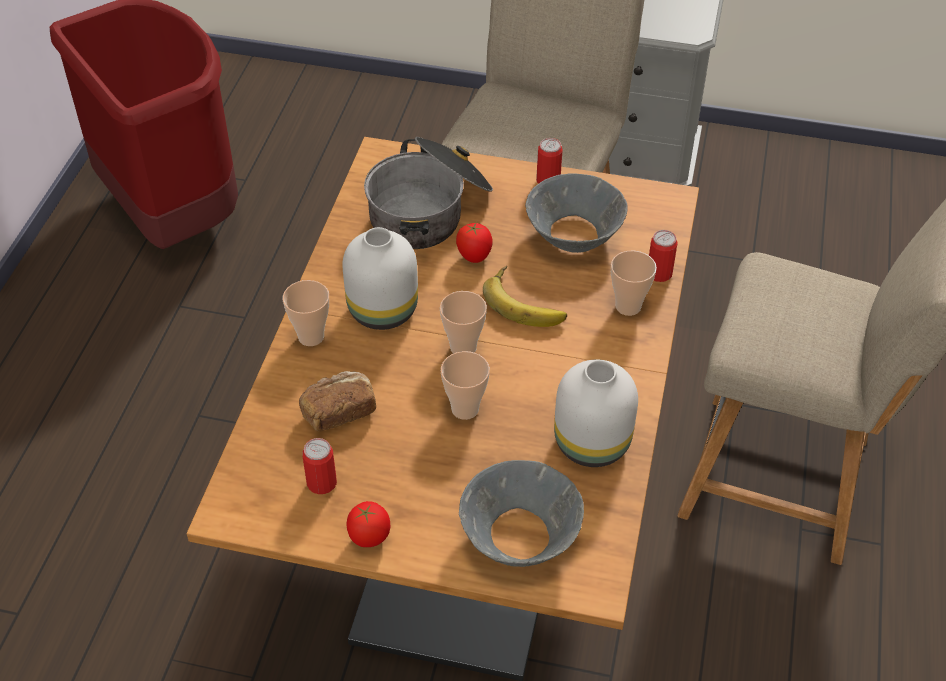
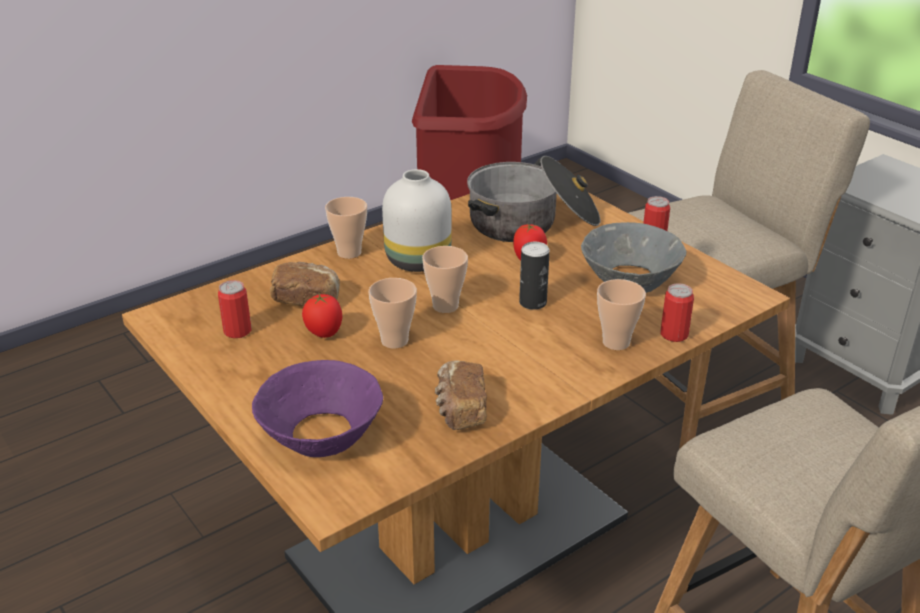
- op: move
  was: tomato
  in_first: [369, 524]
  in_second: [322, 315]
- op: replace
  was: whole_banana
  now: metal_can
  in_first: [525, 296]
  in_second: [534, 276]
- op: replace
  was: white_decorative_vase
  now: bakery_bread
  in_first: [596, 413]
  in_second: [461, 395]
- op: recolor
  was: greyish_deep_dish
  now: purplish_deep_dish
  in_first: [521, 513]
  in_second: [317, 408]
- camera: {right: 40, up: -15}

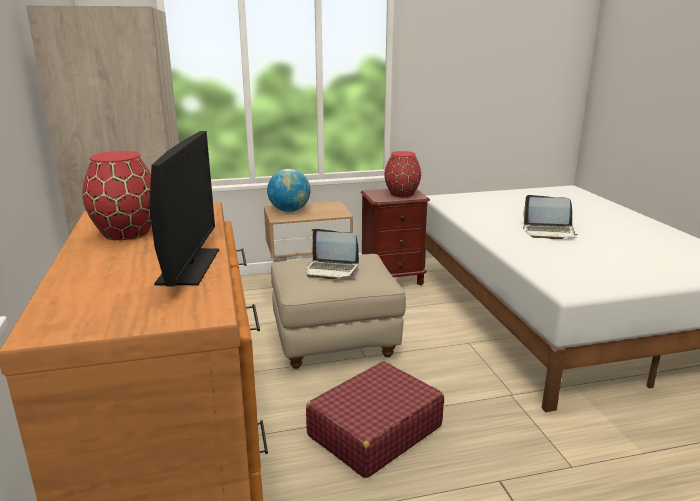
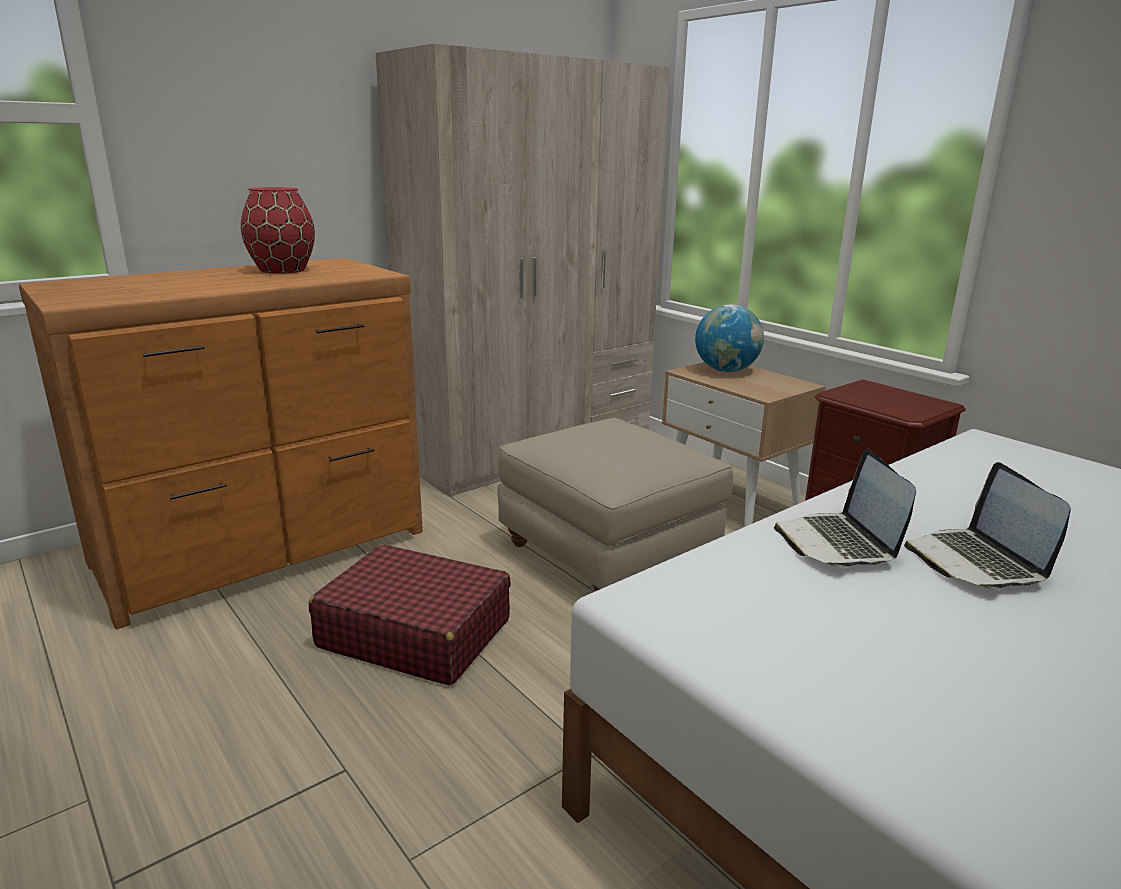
- op: delete
  was: monitor
  in_first: [184, 209]
- op: delete
  was: reddish_decorative_vase
  in_first: [402, 174]
- op: move
  was: notebook_computer
  in_first: [333, 254]
  in_second: [845, 508]
- camera: {right: 65, up: 0}

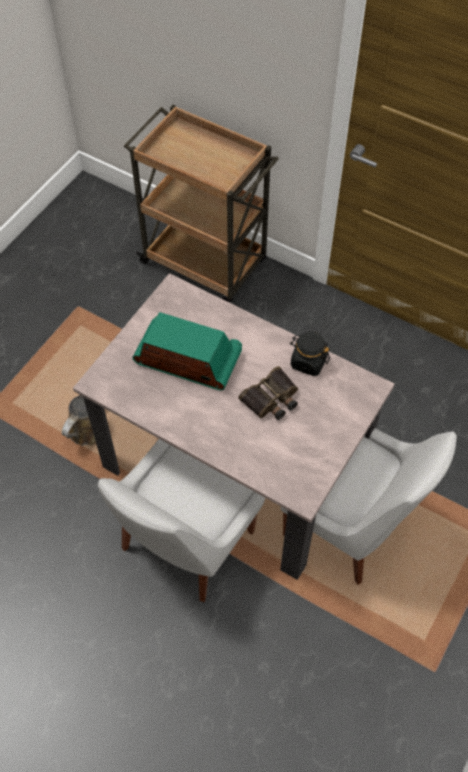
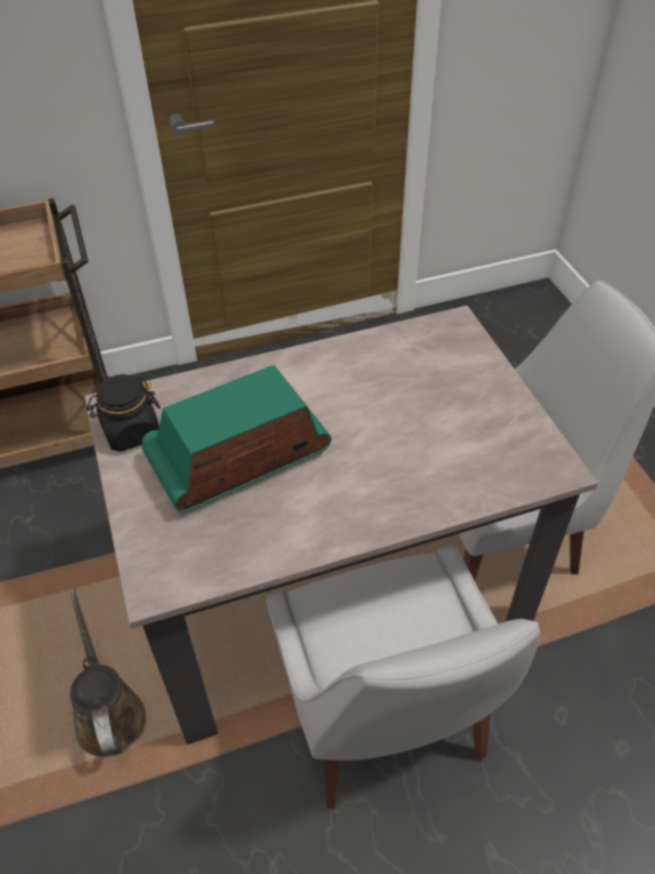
- op: delete
  was: binoculars
  in_first: [268, 393]
- op: move
  was: blackish_preserve_jar
  in_first: [310, 353]
  in_second: [123, 413]
- camera: {right: -50, up: -10}

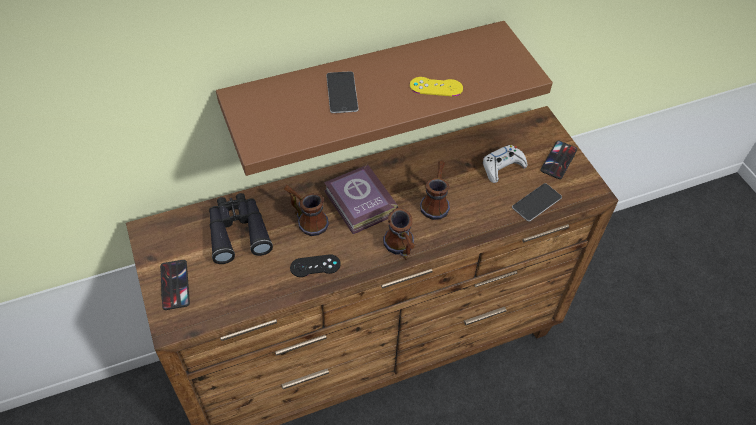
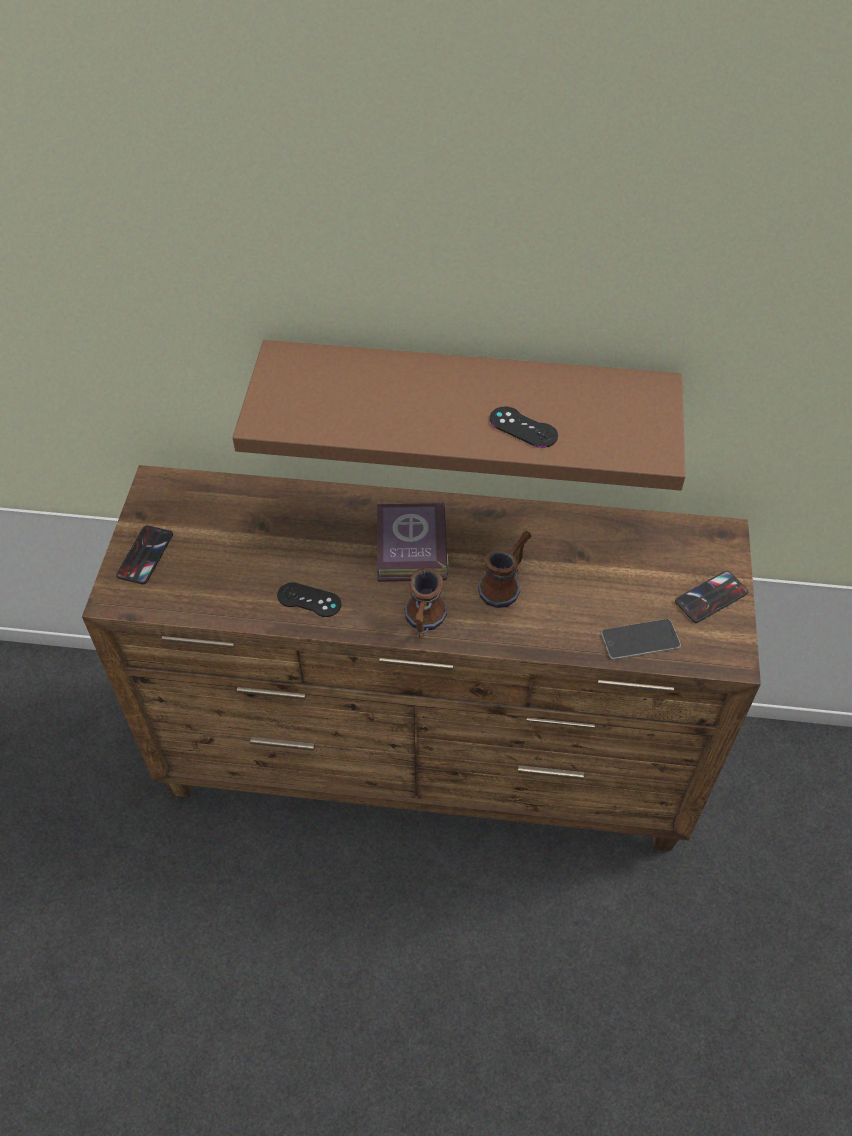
- op: delete
  was: blackish_binoculars
  in_first: [241, 228]
- op: delete
  was: coffee_mug
  in_first: [306, 210]
- op: delete
  was: telephone
  in_first: [342, 92]
- op: delete
  was: white_game_controller
  in_first: [504, 164]
- op: recolor
  was: yellow_game_controller
  now: blackish_game_controller
  in_first: [436, 86]
  in_second: [524, 427]
- camera: {right: 30, up: 0}

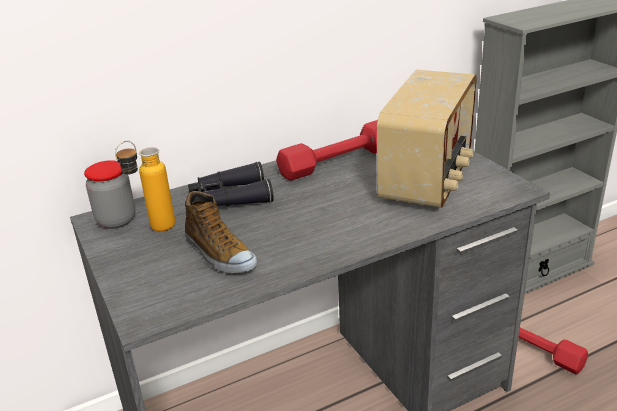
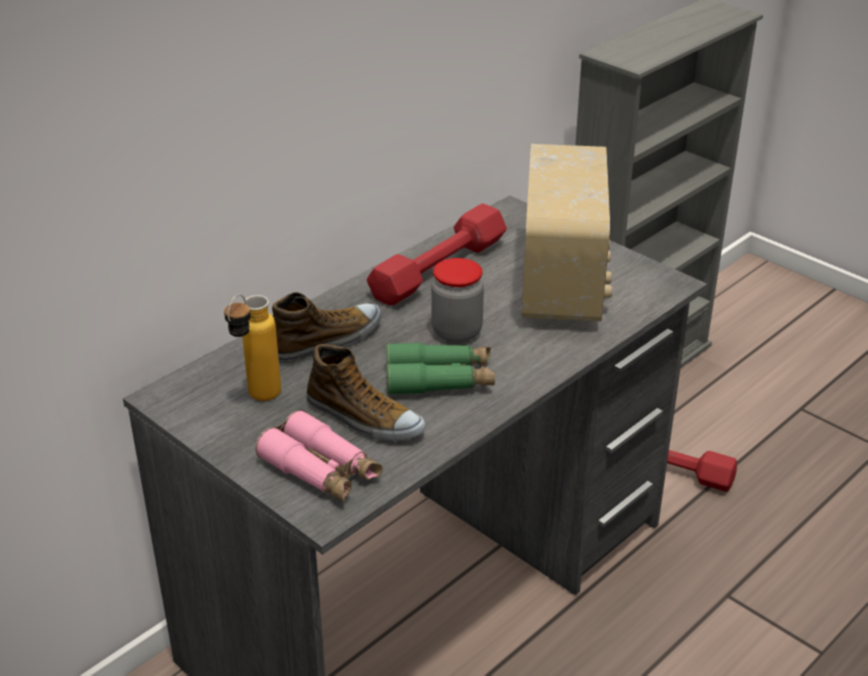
- op: insert
  now: pinkish_binoculars
  in_second: [319, 456]
- op: insert
  now: greenish_binoculars
  in_second: [440, 369]
- op: move
  was: preserve_jar
  in_first: [109, 194]
  in_second: [457, 300]
- op: replace
  was: blackish_binoculars
  now: item_of_footwear
  in_first: [231, 184]
  in_second: [327, 328]
- camera: {right: -20, up: 5}

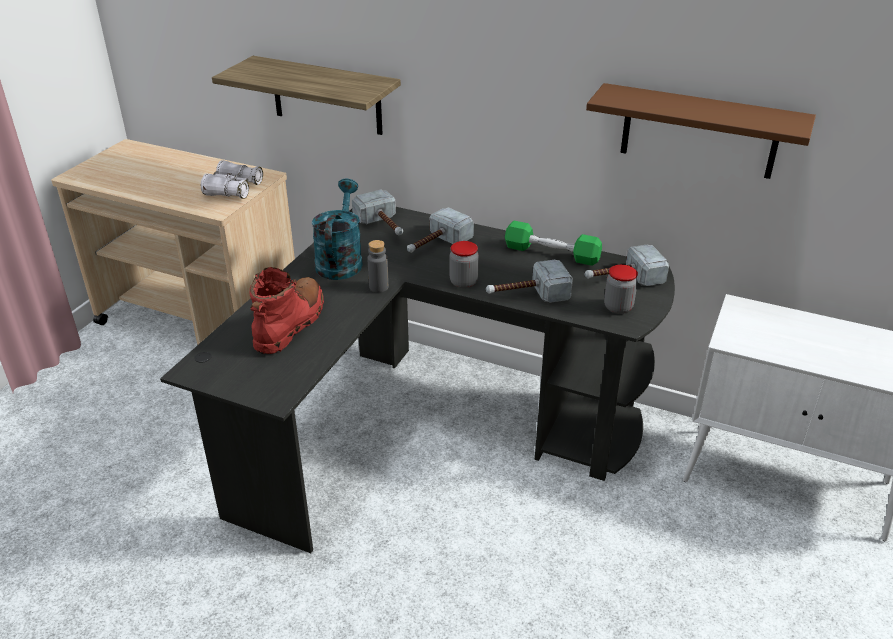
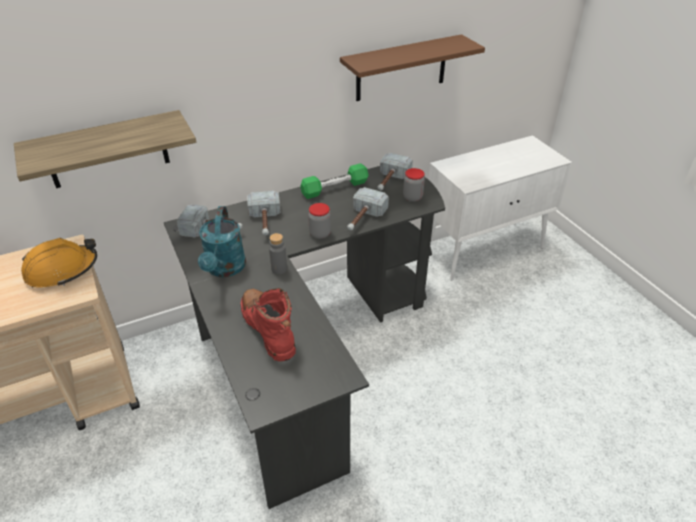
- op: replace
  was: white_binoculars
  now: orangey_safety_helmet
  in_first: [232, 179]
  in_second: [59, 263]
- op: rotate
  was: turquoise_watering_pot
  in_first: [337, 229]
  in_second: [222, 241]
  clockwise: -135
- camera: {right: -50, up: 5}

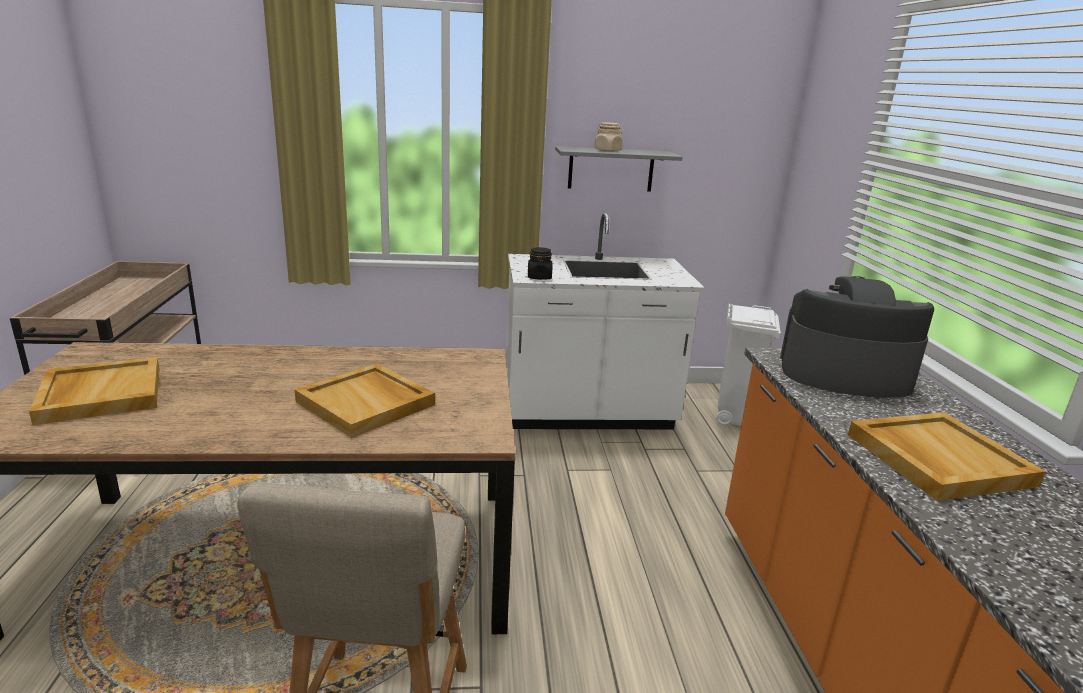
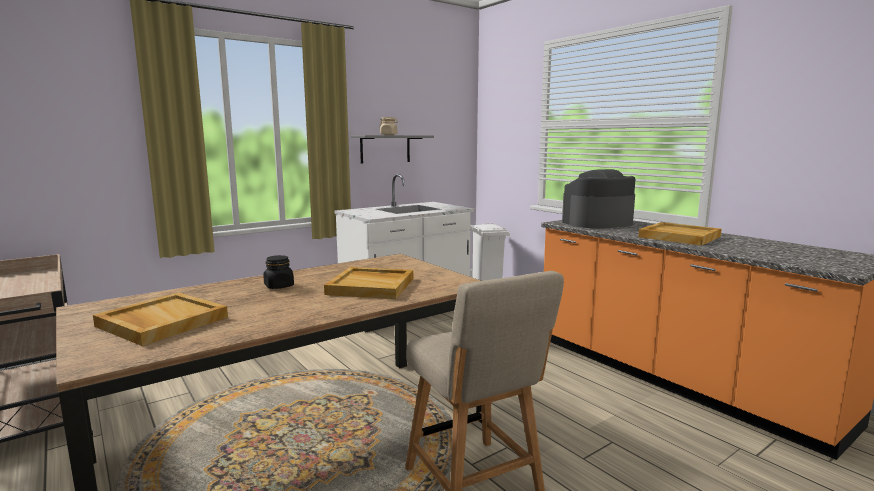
- op: move
  was: blackish_preserve_jar
  in_first: [540, 263]
  in_second: [279, 272]
- camera: {right: -30, up: -10}

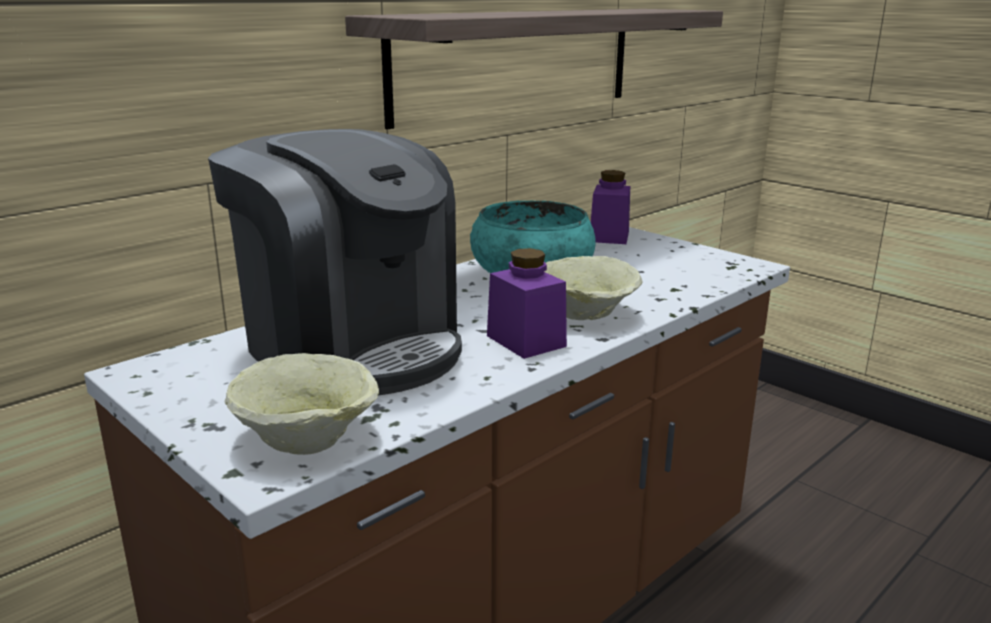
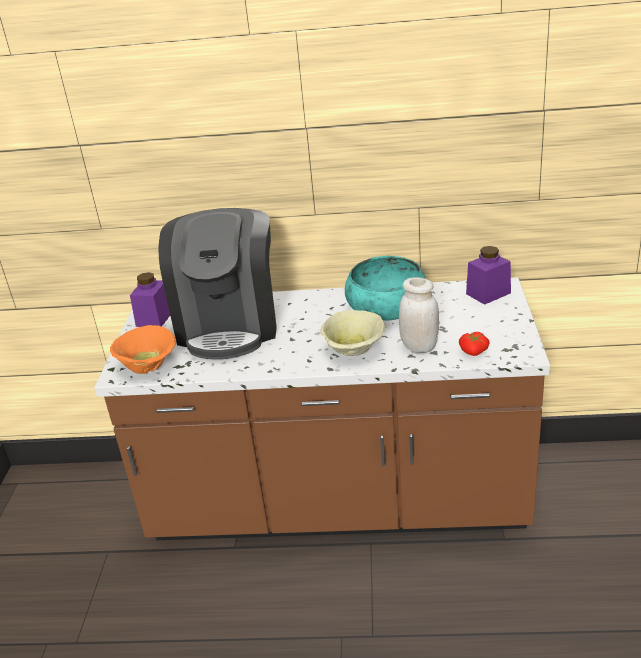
- op: delete
  was: wall_shelf
  in_first: [534, 69]
- op: insert
  now: white_preserve_jar
  in_second: [419, 315]
- op: insert
  now: tomato
  in_second: [474, 344]
- op: move
  was: purplish_preserve_jar
  in_first: [527, 303]
  in_second: [150, 299]
- op: recolor
  was: beige_deep_dish
  now: orangey_deep_dish
  in_first: [301, 404]
  in_second: [143, 349]
- camera: {right: 50, up: 10}

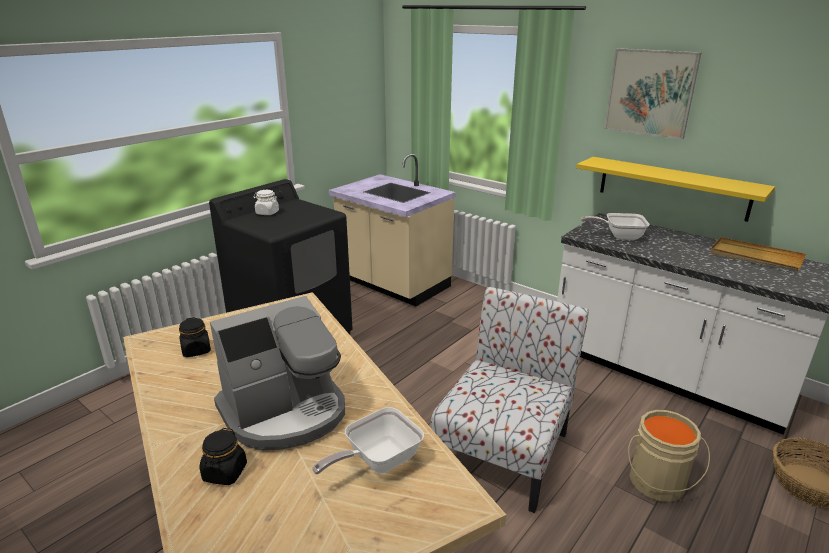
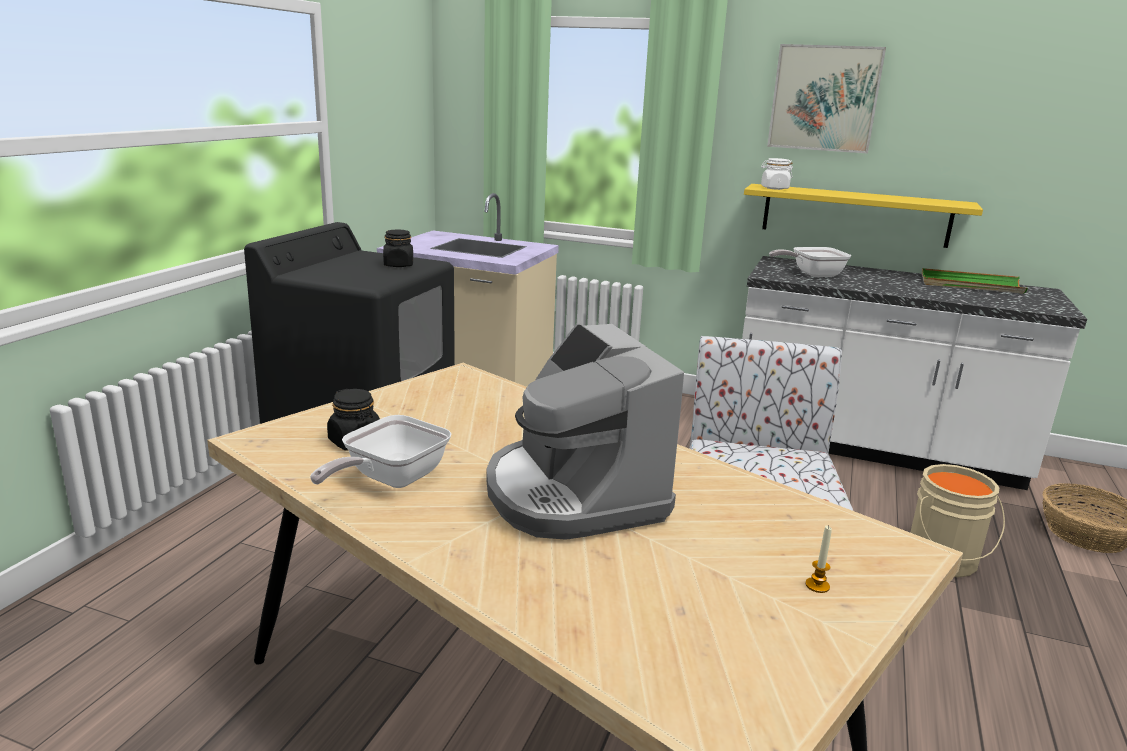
- op: insert
  now: candle
  in_second: [818, 559]
- op: move
  was: blackish_preserve_jar
  in_first: [223, 456]
  in_second: [398, 248]
- op: move
  was: white_preserve_jar
  in_first: [266, 202]
  in_second: [777, 174]
- op: move
  was: skillet
  in_first: [368, 441]
  in_second: [380, 451]
- op: recolor
  was: beige_tray
  now: greenish_tray
  in_first: [758, 254]
  in_second: [974, 281]
- op: rotate
  was: coffee_maker
  in_first: [277, 373]
  in_second: [585, 432]
  clockwise: 120
- camera: {right: -20, up: -5}

